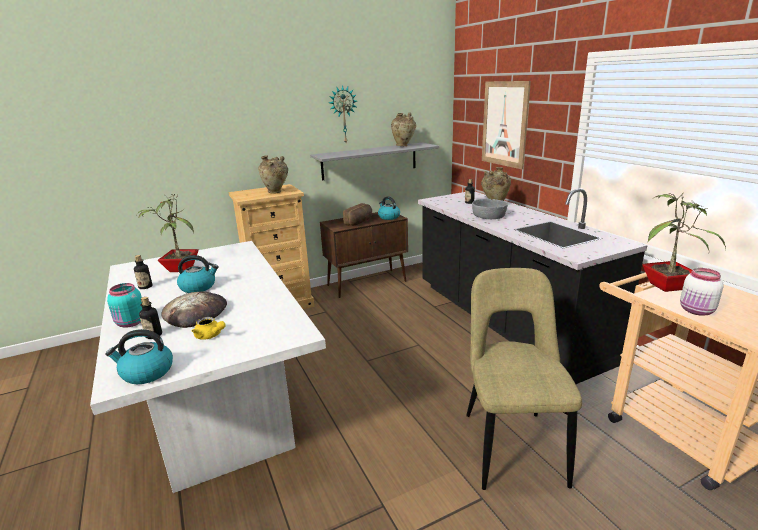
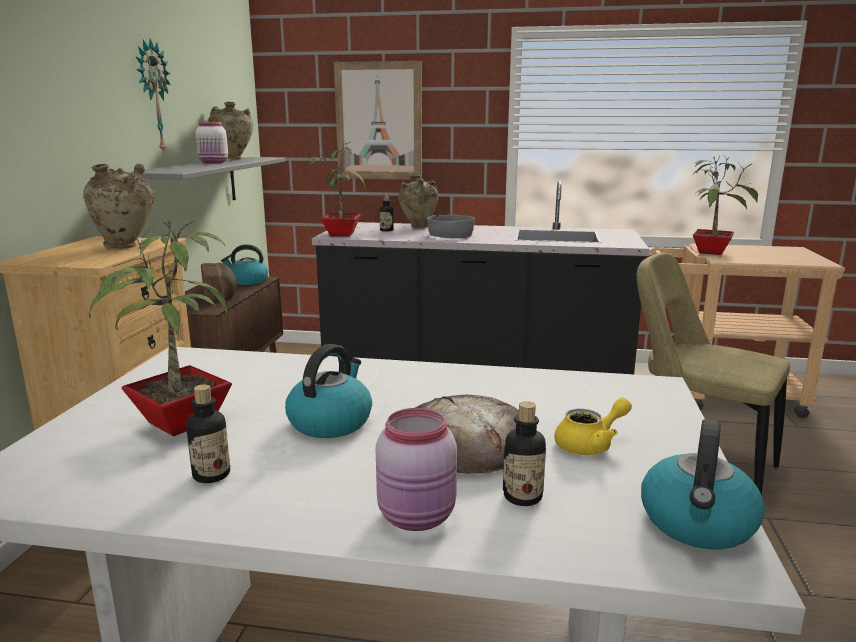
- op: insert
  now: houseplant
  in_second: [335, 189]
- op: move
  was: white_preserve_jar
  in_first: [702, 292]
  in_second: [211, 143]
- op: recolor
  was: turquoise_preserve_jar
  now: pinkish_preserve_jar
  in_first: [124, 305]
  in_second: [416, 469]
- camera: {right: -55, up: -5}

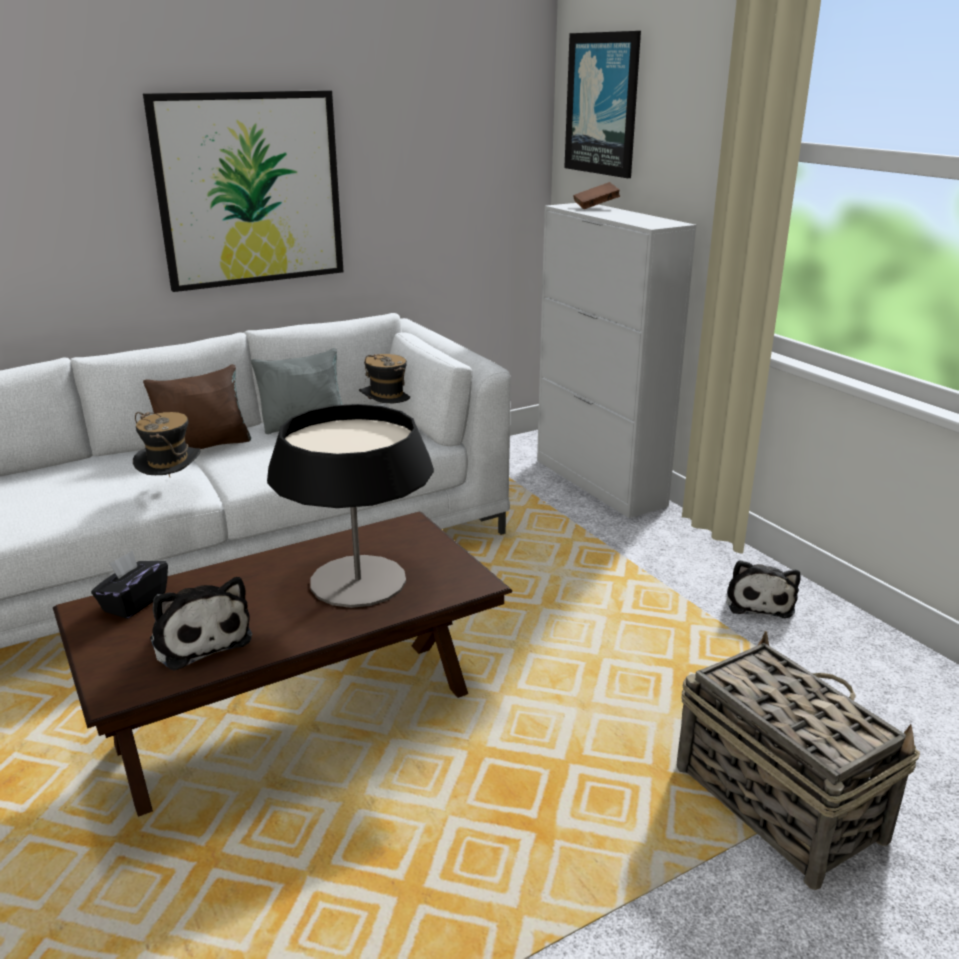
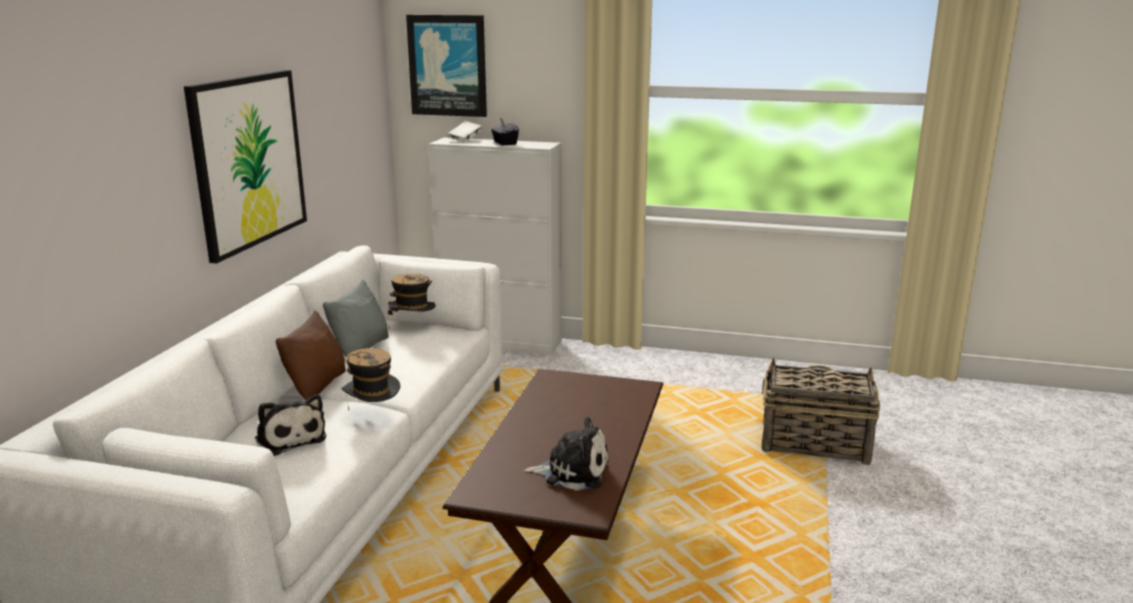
- op: delete
  was: lamp_for_a_table
  in_first: [350, 506]
- op: move
  was: blackish_tissue_holder
  in_first: [129, 585]
  in_second: [505, 131]
- op: move
  was: plush_toy
  in_first: [763, 589]
  in_second: [291, 425]
- op: recolor
  was: brownish_bound_book
  now: white_bound_book
  in_first: [596, 195]
  in_second: [464, 131]
- camera: {right: -45, up: -5}

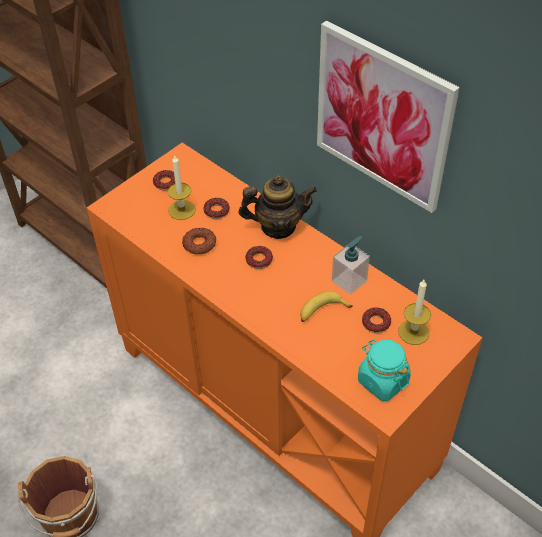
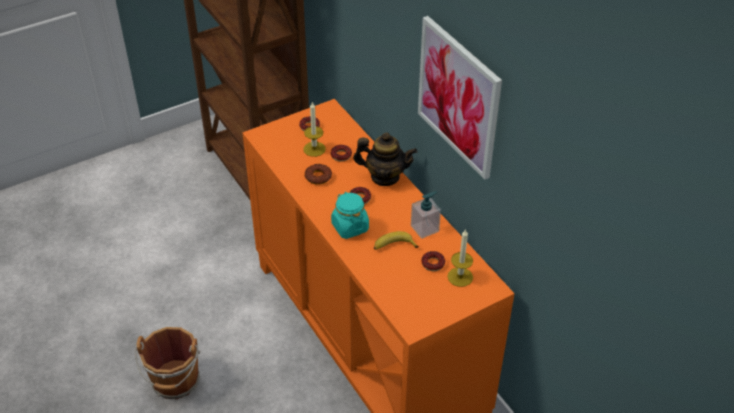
- op: move
  was: turquoise_preserve_jar
  in_first: [384, 370]
  in_second: [350, 215]
- camera: {right: 15, up: -5}

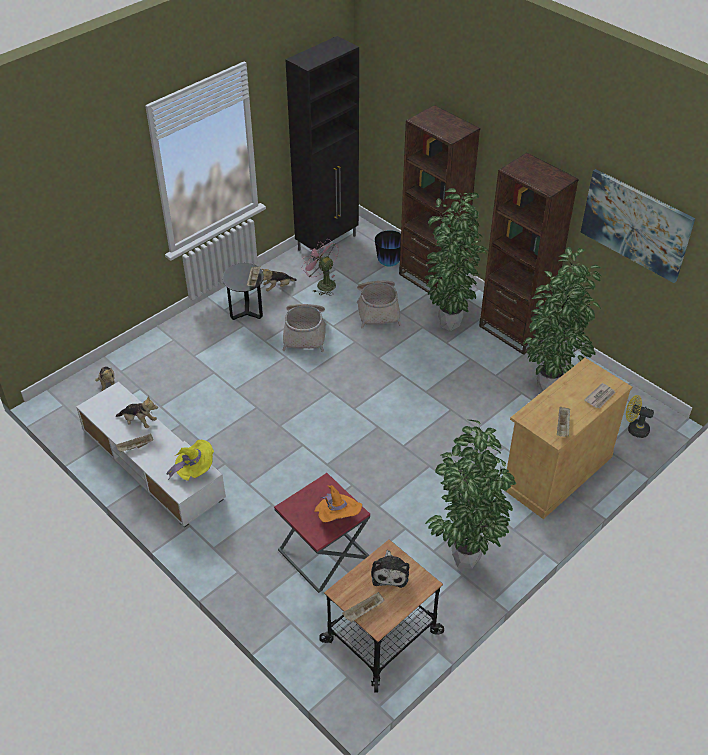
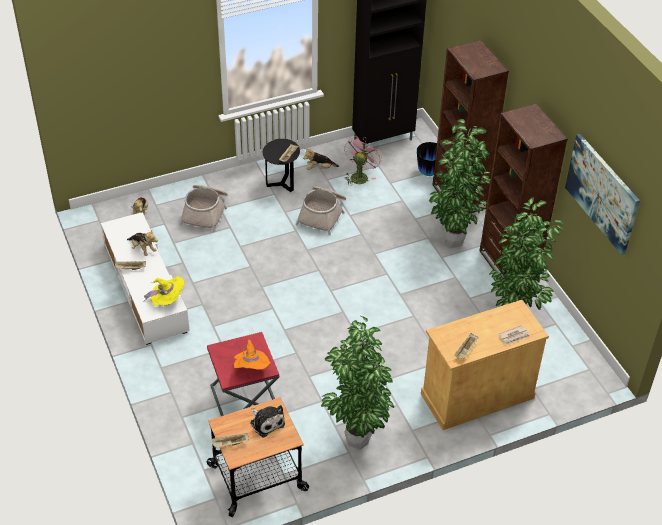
- op: delete
  was: yellow_electric_fan
  in_first: [640, 416]
- op: move
  was: basket
  in_first: [379, 305]
  in_second: [203, 208]
- op: rotate
  was: pinkish_electric_fan
  in_first: [320, 267]
  in_second: [363, 161]
  clockwise: 45
- op: rotate
  was: plush_toy
  in_first: [390, 569]
  in_second: [268, 421]
  clockwise: -60
- camera: {right: 20, up: 0}

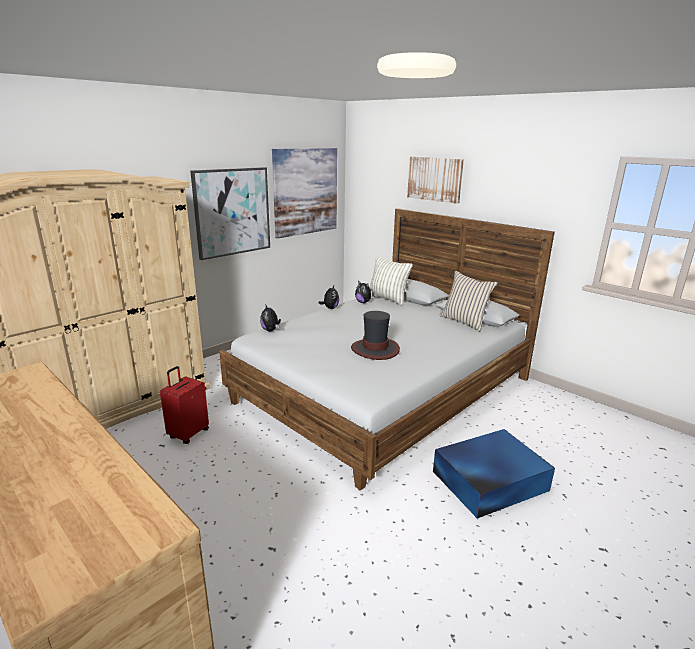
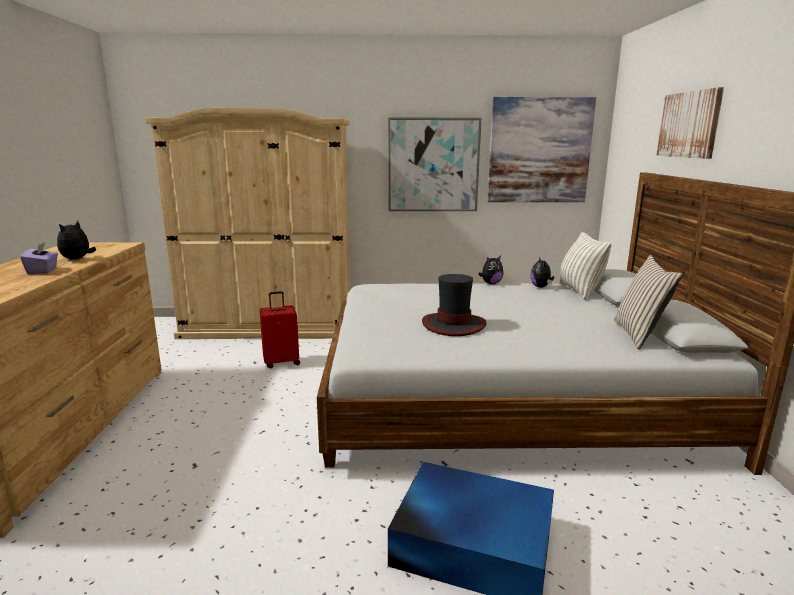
- op: insert
  now: purplish_tissue_holder
  in_second: [39, 258]
- op: move
  was: plush_toy
  in_first: [270, 317]
  in_second: [76, 240]
- camera: {right: 45, up: -5}

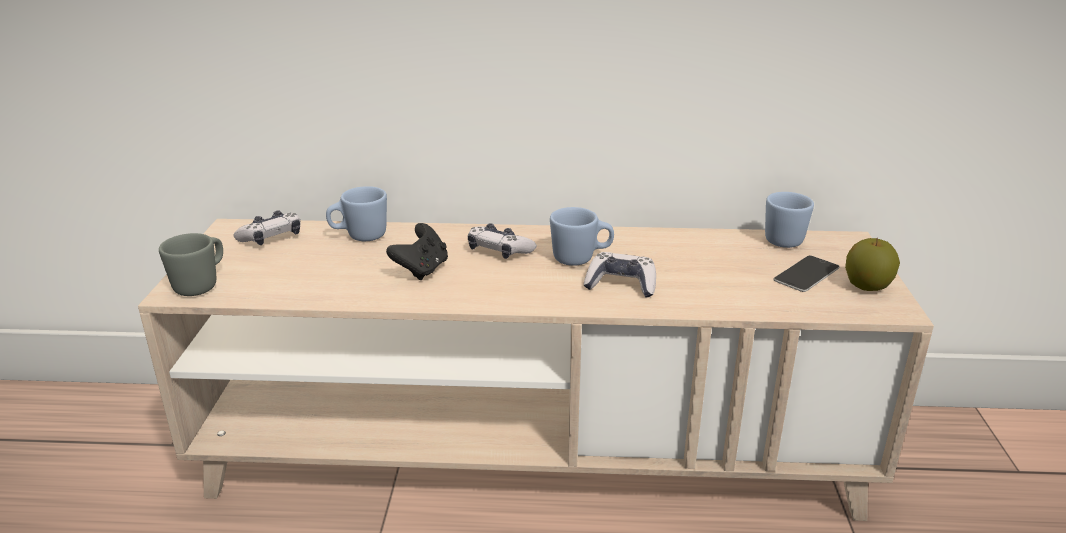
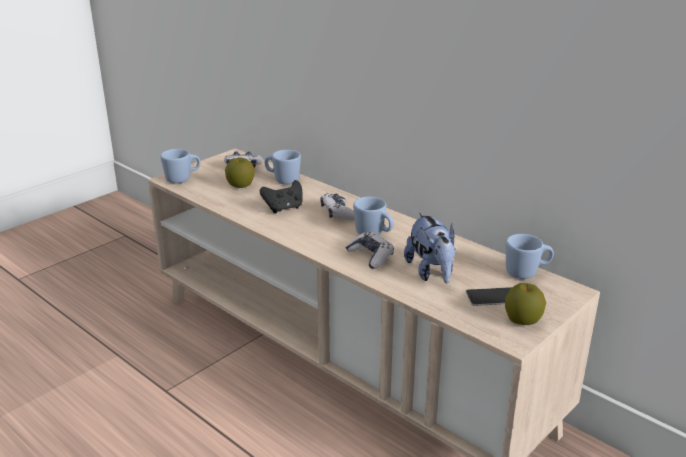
- op: insert
  now: apple
  in_second: [240, 172]
- op: insert
  now: plush_toy
  in_second: [430, 247]
- op: recolor
  was: greyish_coffee_mug
  now: blue_coffee_mug
  in_first: [191, 264]
  in_second: [180, 166]
- camera: {right: 40, up: 0}

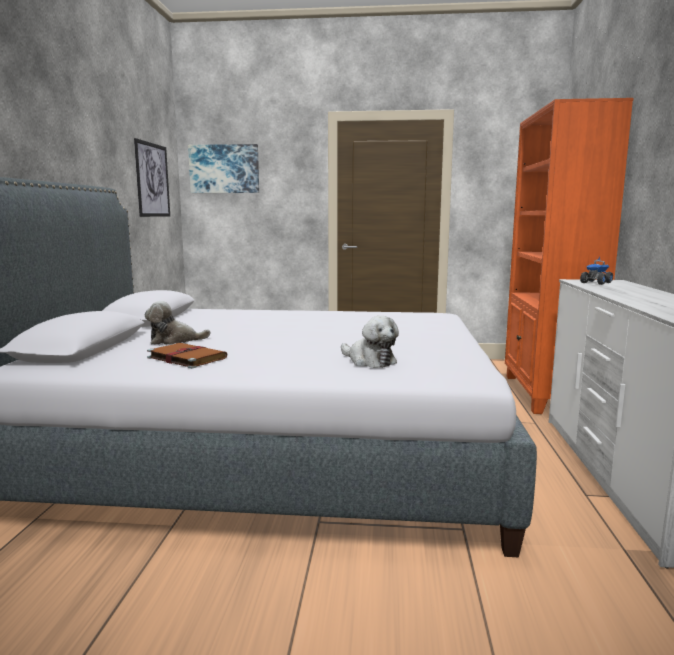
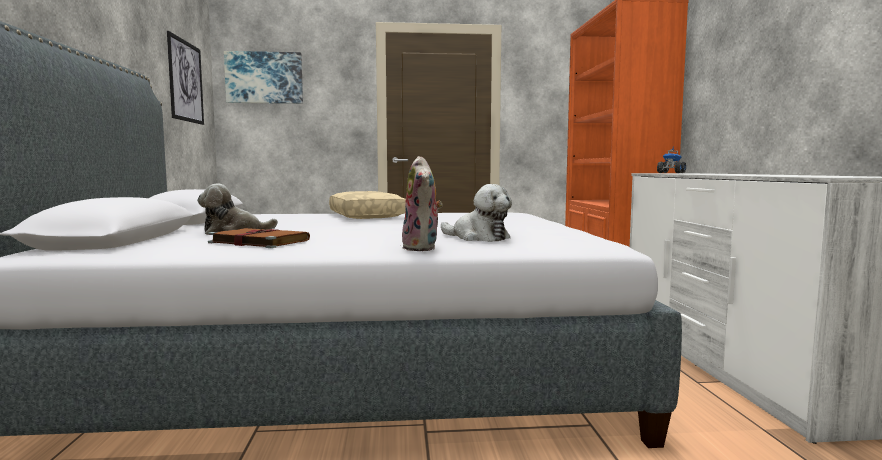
- op: insert
  now: beige_throw_pillow
  in_second: [367, 205]
- op: insert
  now: plush_toy
  in_second: [422, 203]
- camera: {right: -10, up: -5}

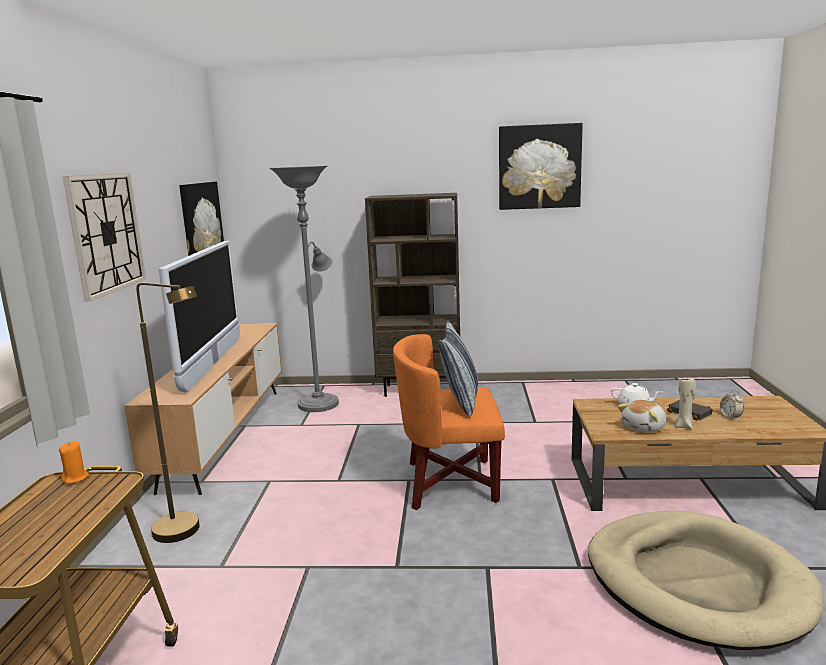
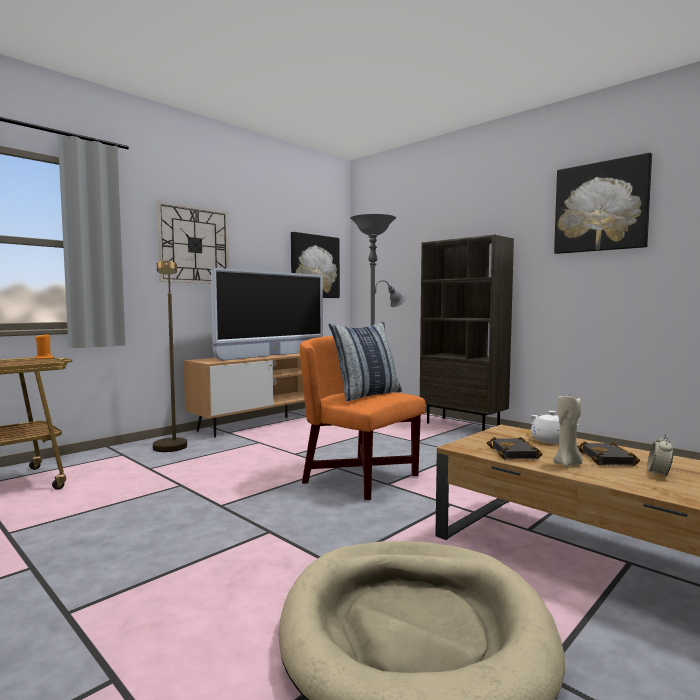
- op: replace
  was: plush_toy
  now: blackish_bound_book
  in_first: [641, 416]
  in_second: [514, 448]
- camera: {right: 40, up: -10}

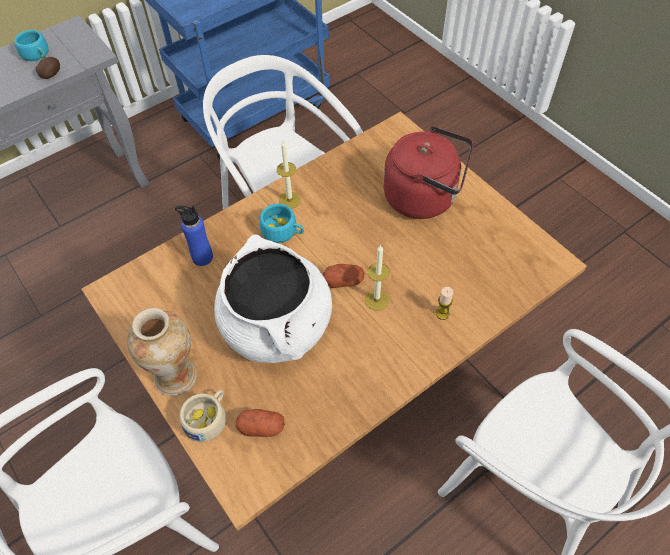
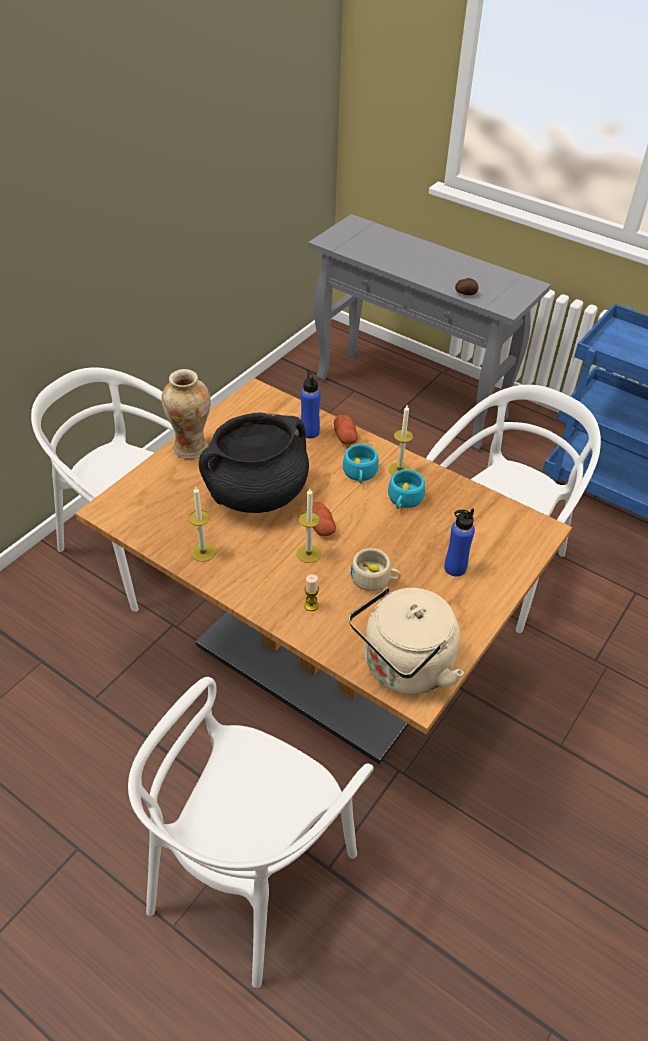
- op: insert
  now: candle
  in_second: [202, 524]
- op: insert
  now: beige_kettle
  in_second: [406, 641]
- op: move
  was: turquoise_small_cup
  in_first: [31, 45]
  in_second: [406, 489]
- op: move
  was: beige_small_cup
  in_first: [202, 415]
  in_second: [376, 569]
- op: move
  was: spud
  in_first: [260, 423]
  in_second: [346, 429]
- op: replace
  was: reddish_kettle
  now: blue_drink_bottle
  in_first: [428, 172]
  in_second: [459, 542]
- op: recolor
  was: white_stockpot
  now: blackish_stockpot
  in_first: [273, 299]
  in_second: [254, 462]
- camera: {right: 70, up: -10}

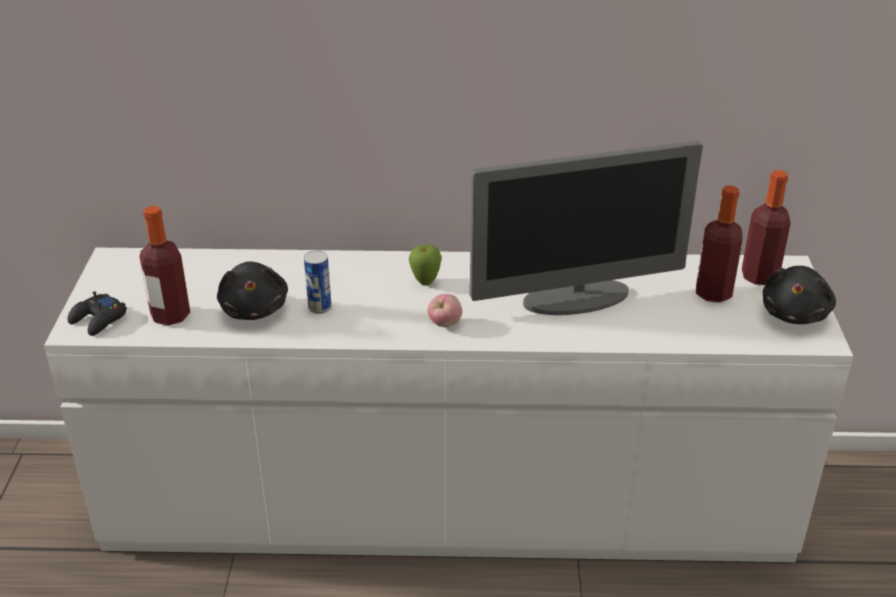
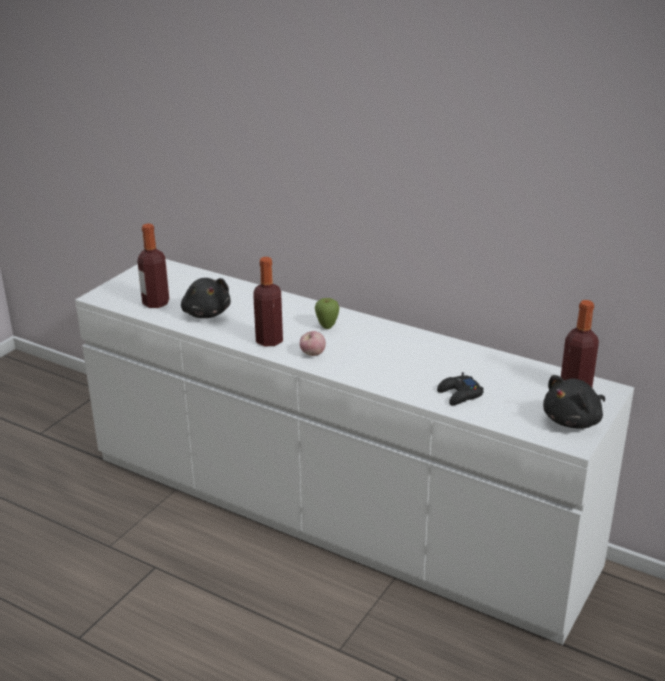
- op: delete
  was: metal_can
  in_first: [317, 282]
- op: delete
  was: monitor
  in_first: [586, 228]
- op: move
  was: blackish_game_controller
  in_first: [97, 313]
  in_second: [460, 388]
- op: move
  was: drink_bottle
  in_first: [719, 244]
  in_second: [268, 302]
- op: rotate
  was: blackish_plush_toy
  in_first: [252, 290]
  in_second: [206, 298]
  clockwise: -45
- camera: {right: 30, up: -5}

